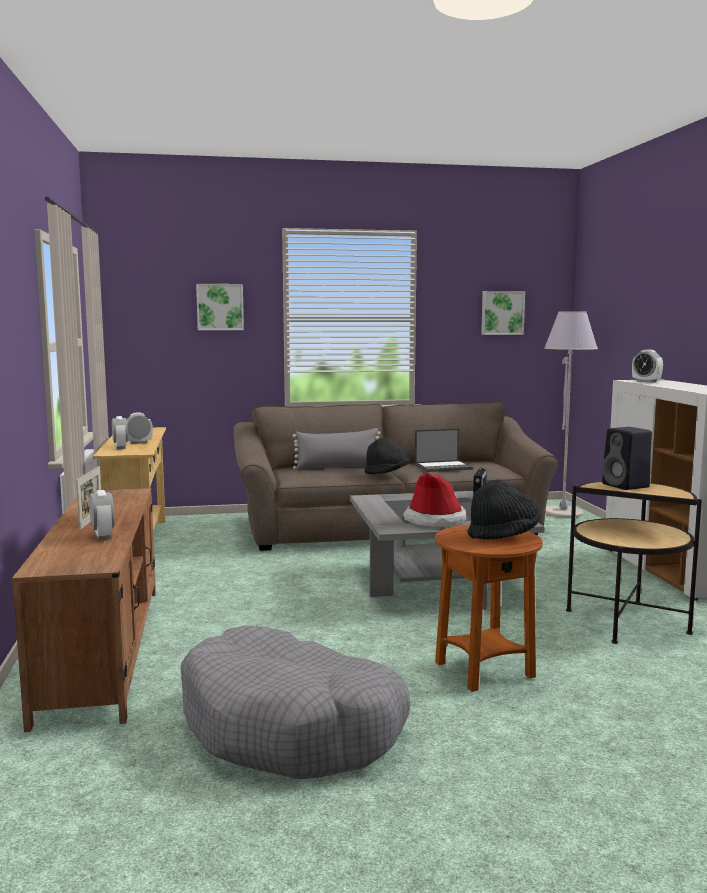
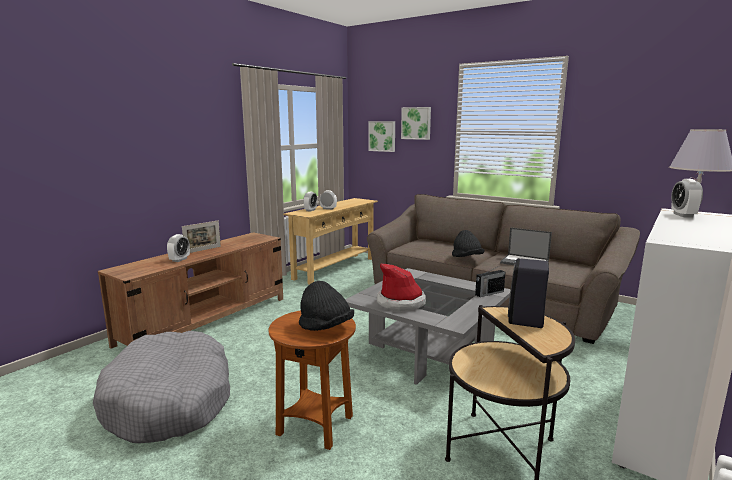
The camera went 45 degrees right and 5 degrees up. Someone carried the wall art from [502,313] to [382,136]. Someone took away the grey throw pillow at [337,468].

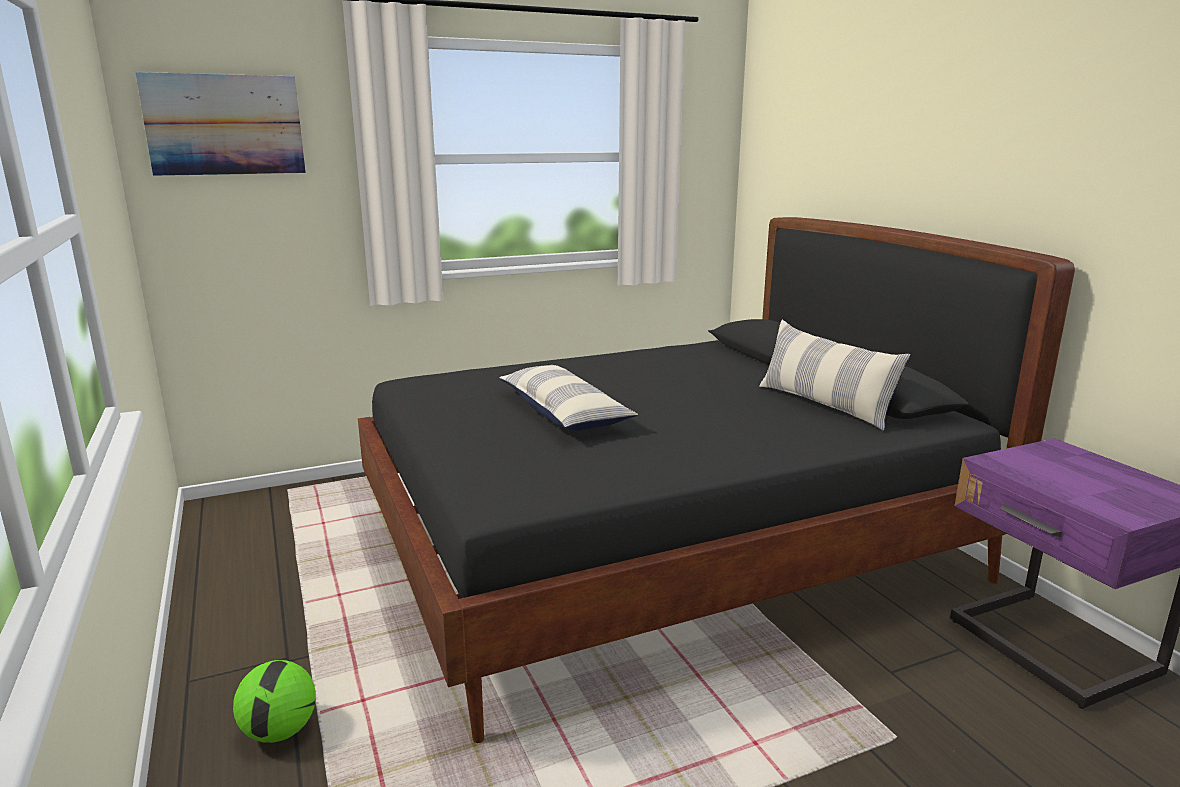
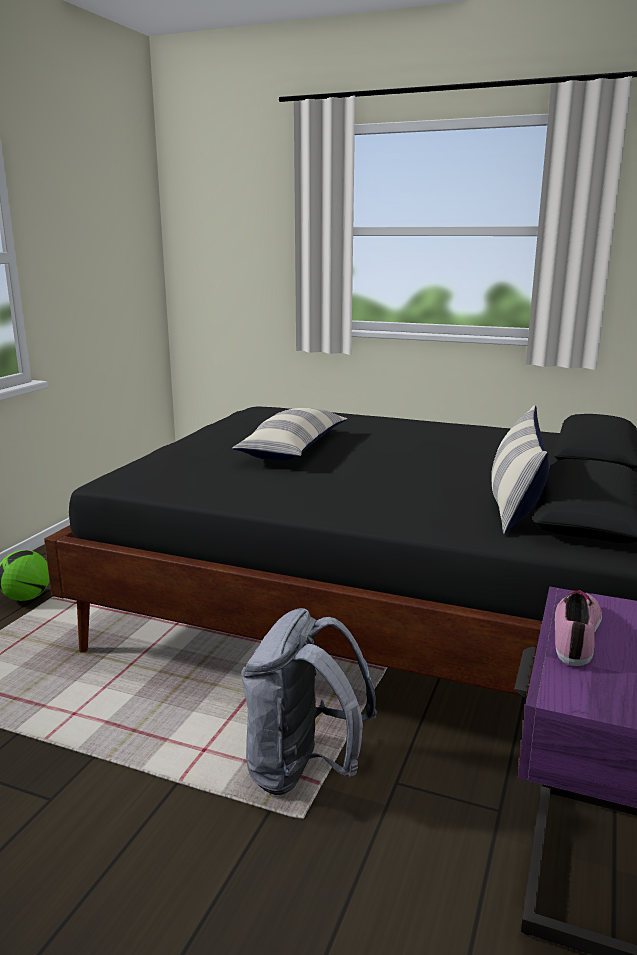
The camera went 45 degrees right and 0 degrees up. Someone put down the grey backpack at [303,770]. Someone put down the shoe at [577,634]. Someone took away the wall art at [225,125].

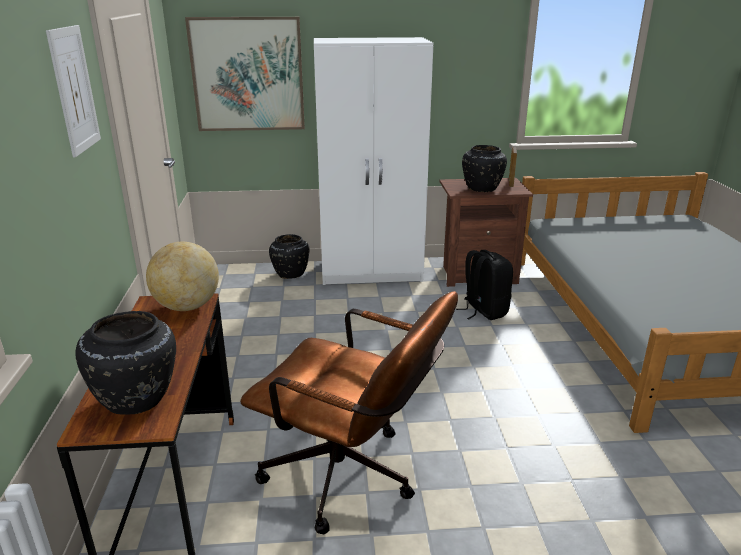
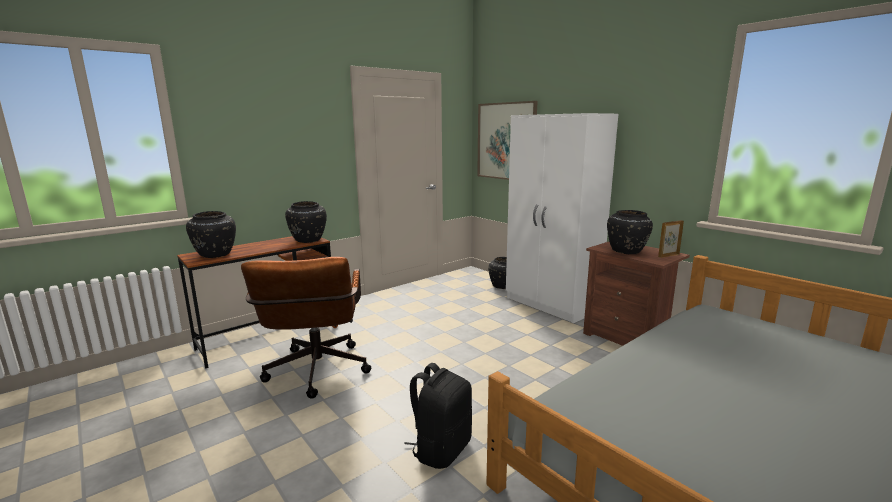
The camera went 55 degrees right and 10 degrees down. Someone swapped the globe at [187,307] for the black decorative vase at [308,240]. Someone carried the black backpack from [483,311] to [441,449]. Someone took away the wall art at [74,90].

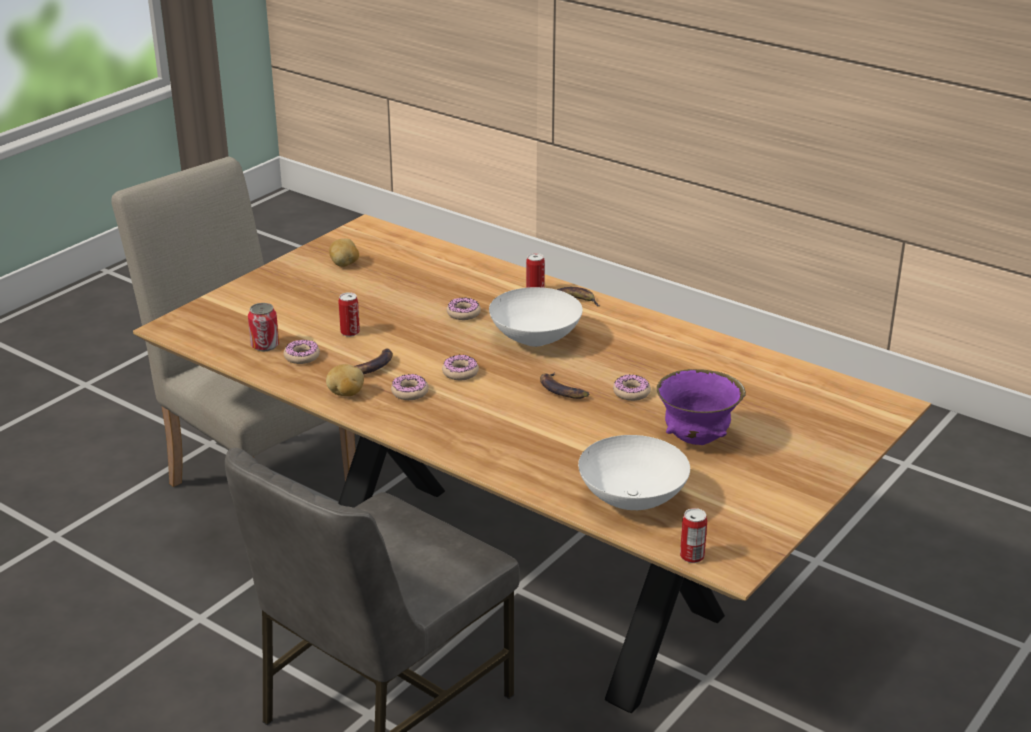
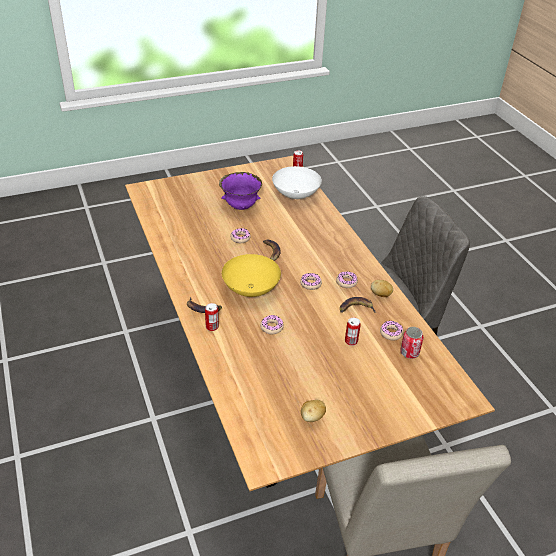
The camera went 150 degrees left and 10 degrees up. Someone repainted the white deep dish at [535,338], which became the yellow deep dish at [250,290].

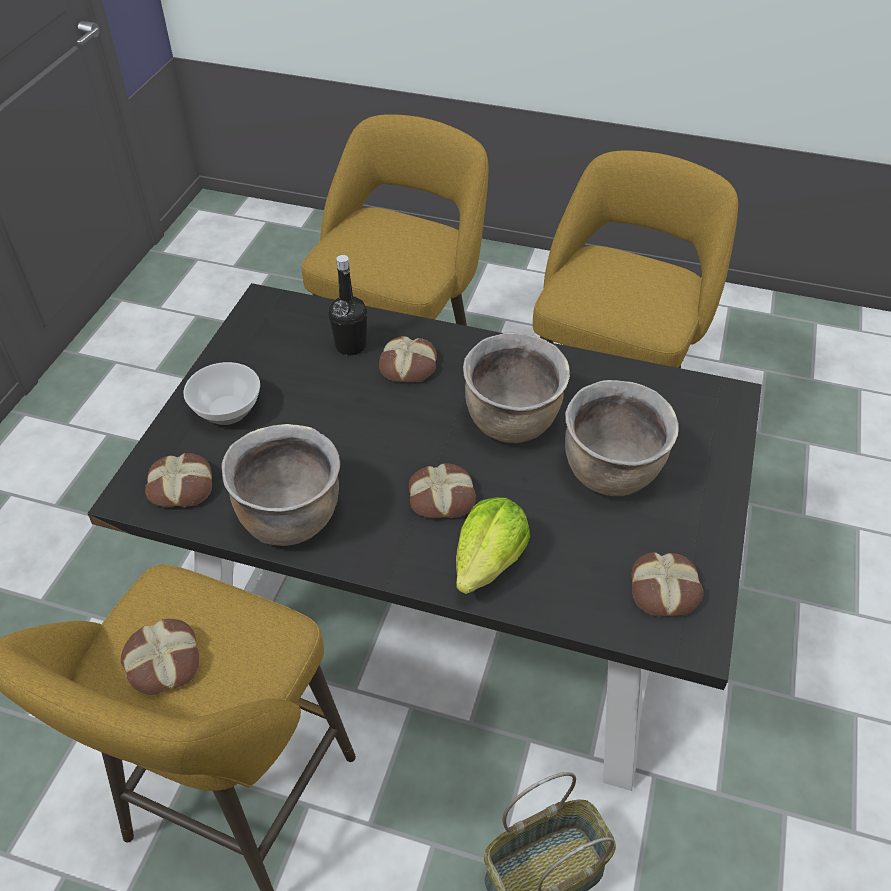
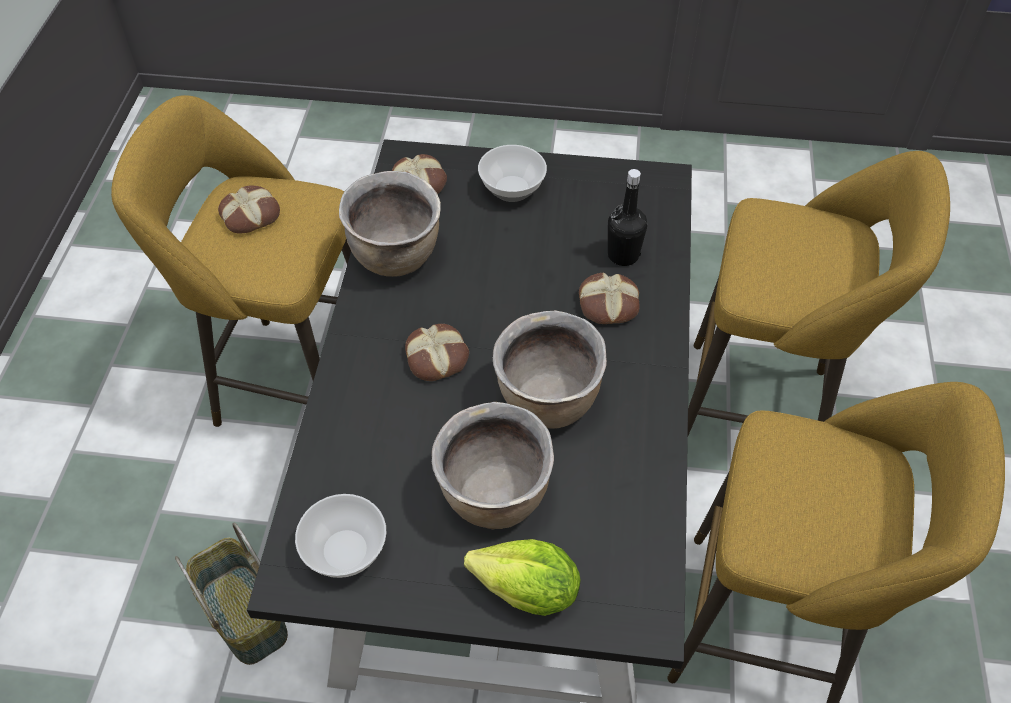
The camera went 80 degrees right and 5 degrees up. Someone swapped the bread at [665,590] for the deep dish at [346,552]. Someone carried the lettuce from [489,562] to [527,592].

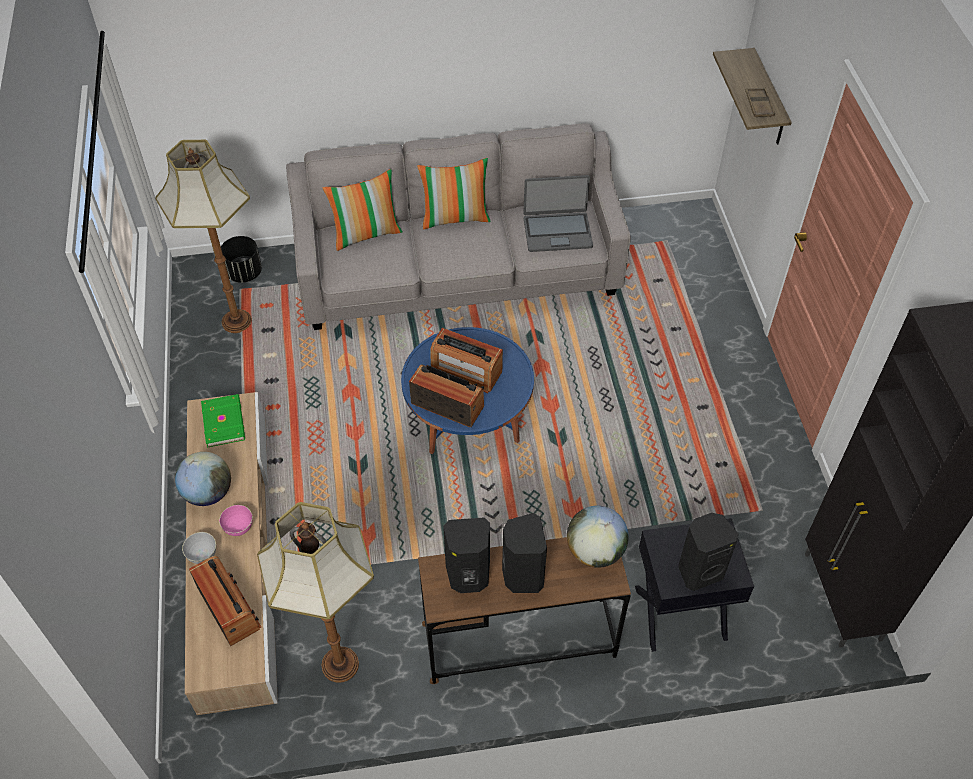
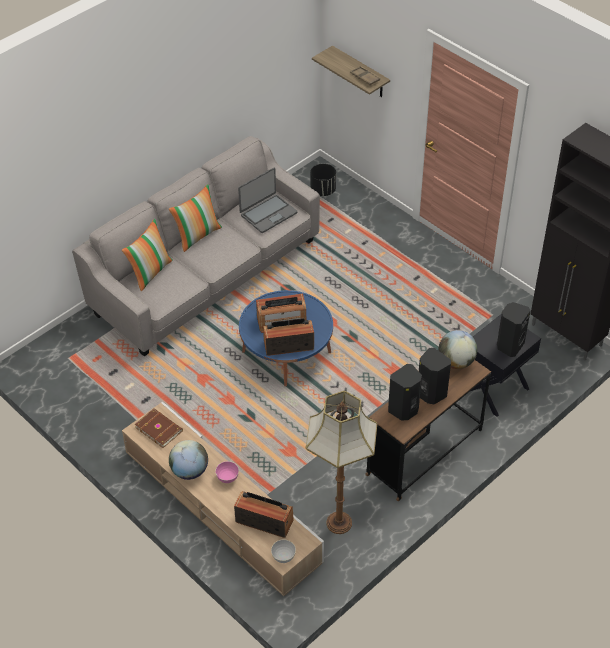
The camera went 35 degrees left and 5 degrees down. Someone repainted the green-coloured book at [224,422], which became the brown book at [159,428]. Someone carried the grey deep dish from [202,555] to [283,557]. Someone carried the black planter from [245,273] to [323,190]. Someone took away the standard lamp at [235,321].

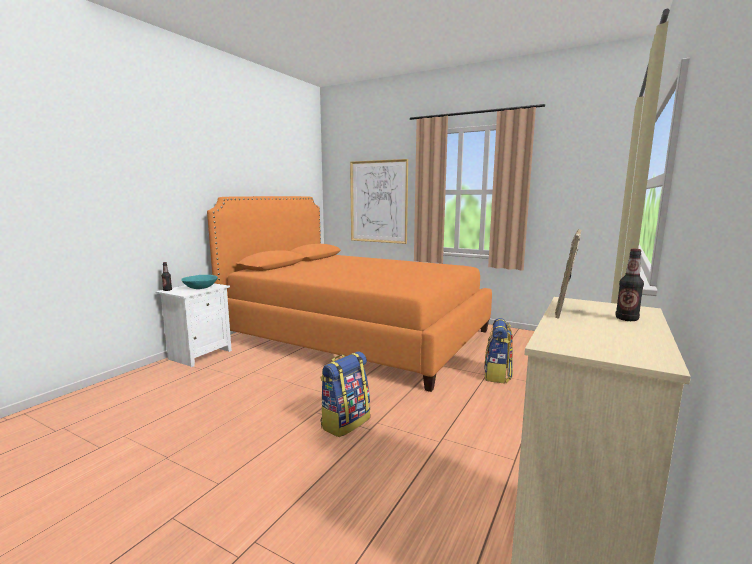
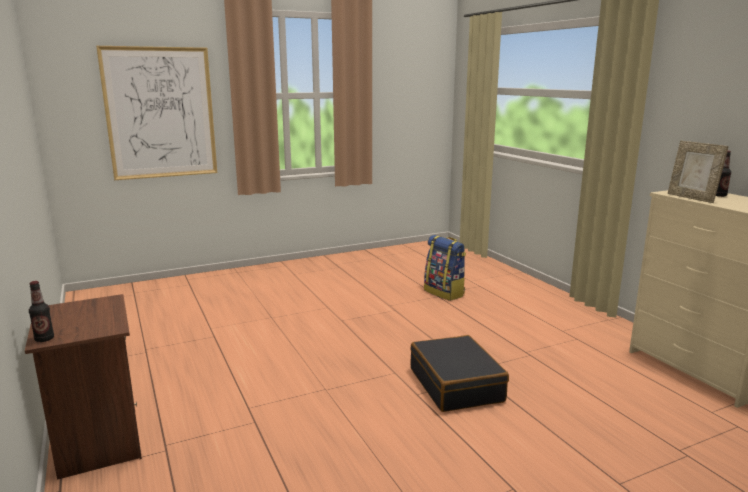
The camera went 55 degrees left and 5 degrees up. Someone repainted the white bedside table at [199,355], which became the brown bedside table at [97,442]. Someone swapped the backpack at [345,422] for the black piece of luggage at [456,385]. Someone took away the turquoise-coloured deep dish at [200,288]. Someone took away the orange sleeping bed at [357,335].

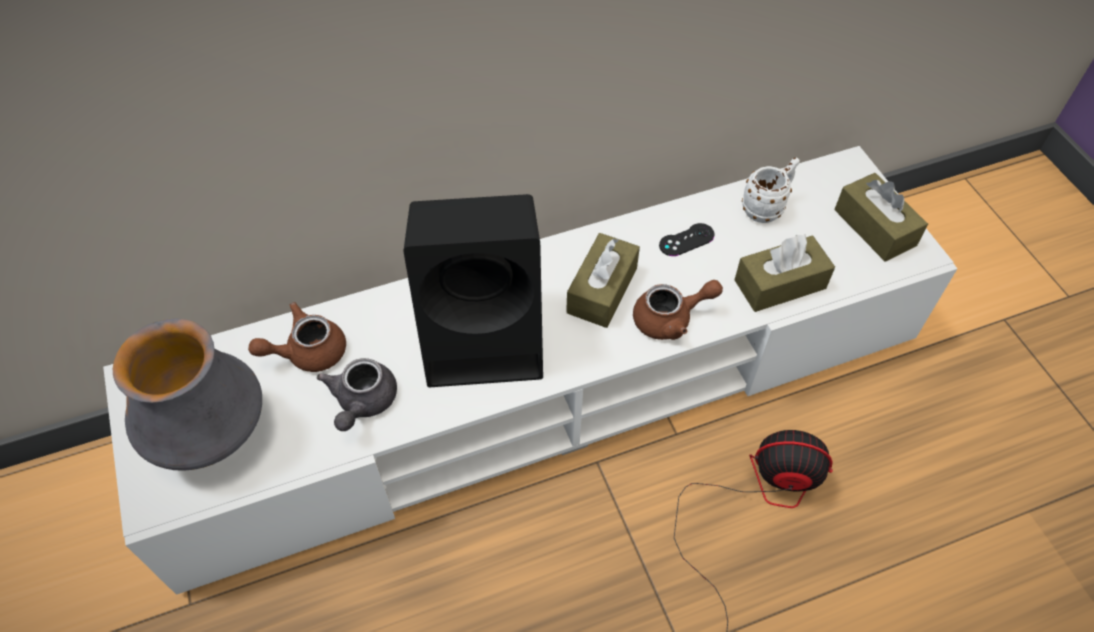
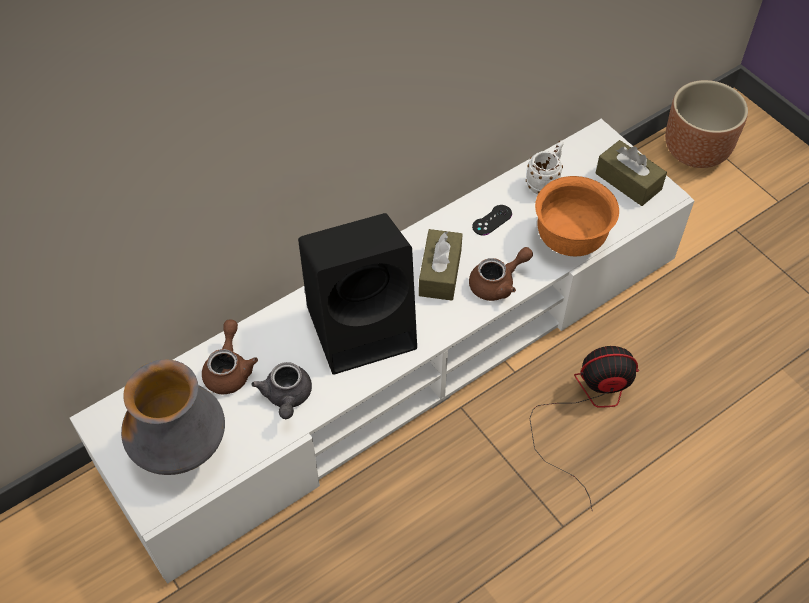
The camera went 15 degrees left and 0 degrees up. Someone rotated the brown teapot at [307,352] by 135 degrees clockwise. Someone swapped the brown box of tissues at [780,284] for the orange deep dish at [570,239]. Someone put down the brown planter at [696,151].

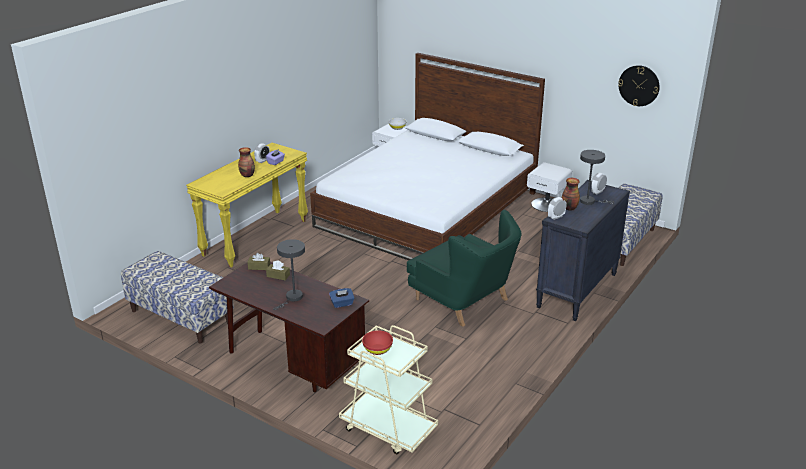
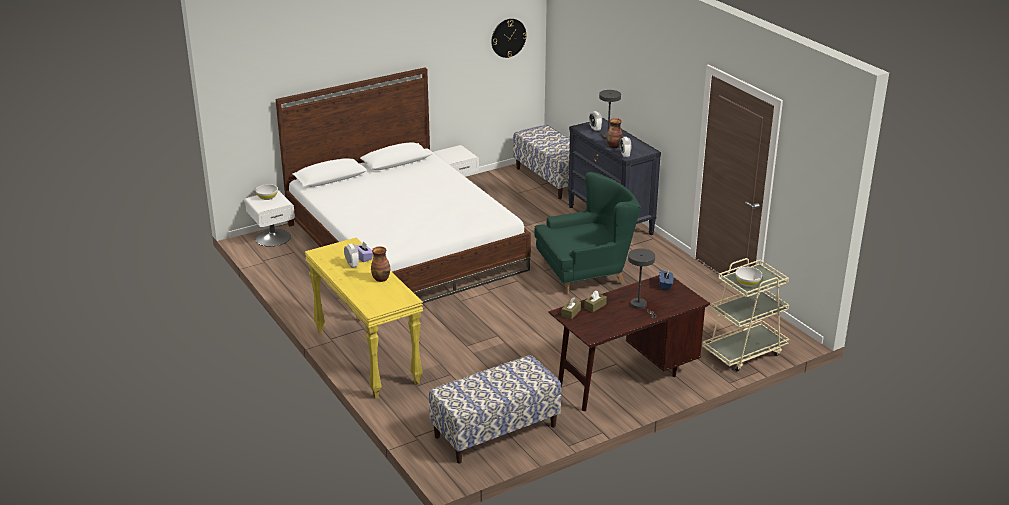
The camera went 65 degrees left and 0 degrees up. Someone repainted the red-coloured deep dish at [377,350], which became the white deep dish at [747,283].

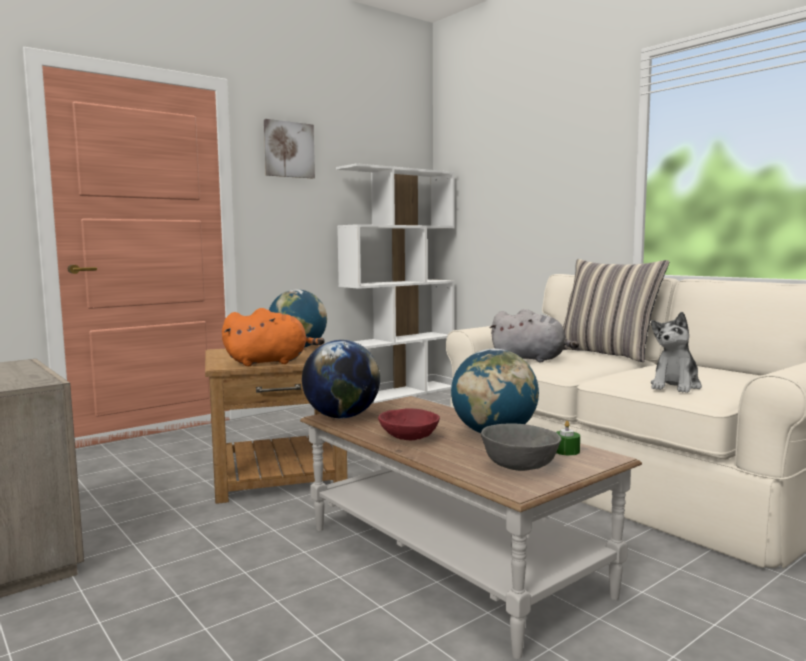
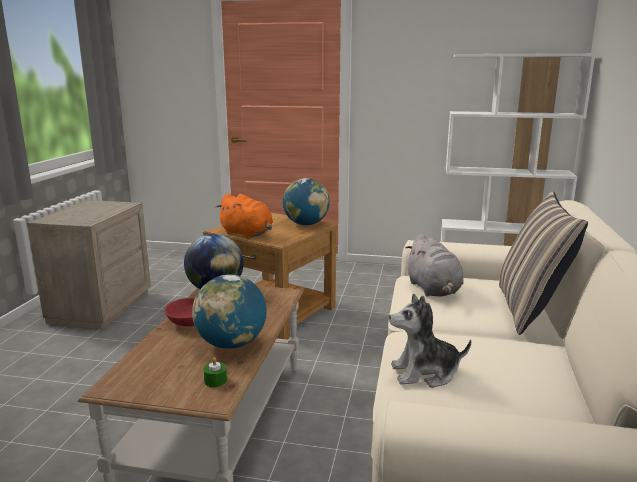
The camera went 50 degrees right and 10 degrees up. Someone took away the wall art at [288,149]. Someone took away the grey deep dish at [520,465].

